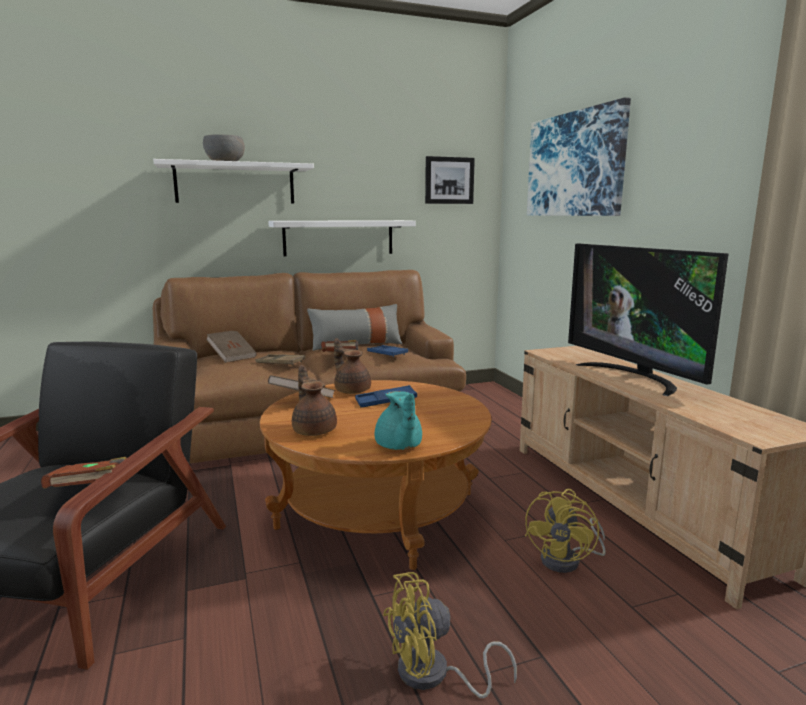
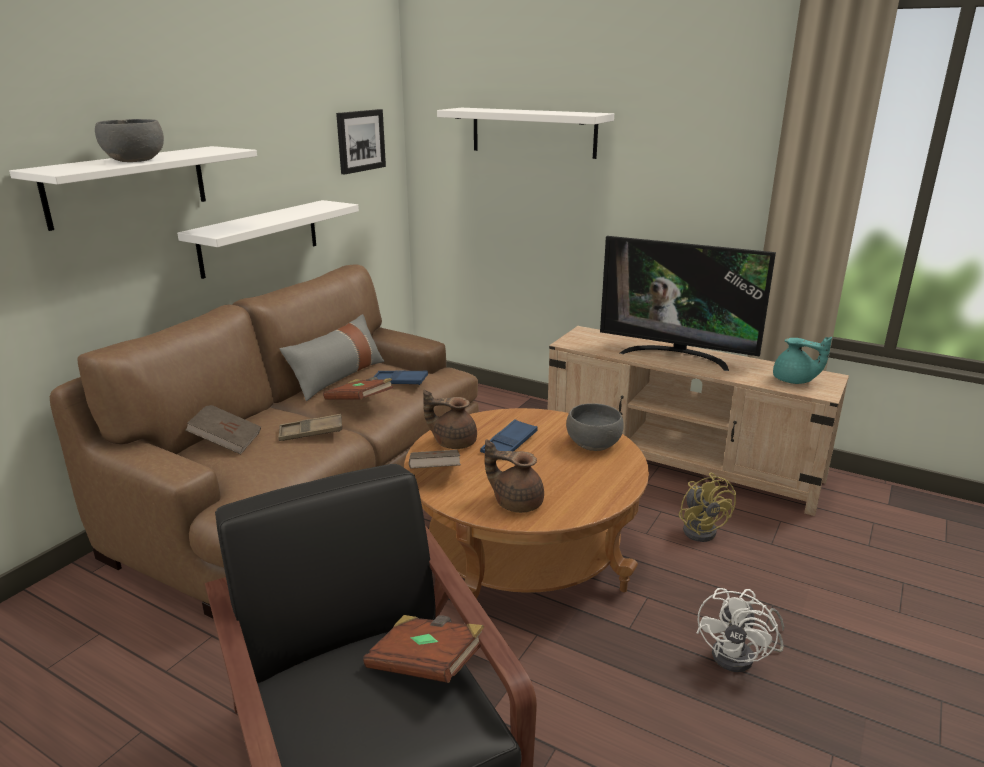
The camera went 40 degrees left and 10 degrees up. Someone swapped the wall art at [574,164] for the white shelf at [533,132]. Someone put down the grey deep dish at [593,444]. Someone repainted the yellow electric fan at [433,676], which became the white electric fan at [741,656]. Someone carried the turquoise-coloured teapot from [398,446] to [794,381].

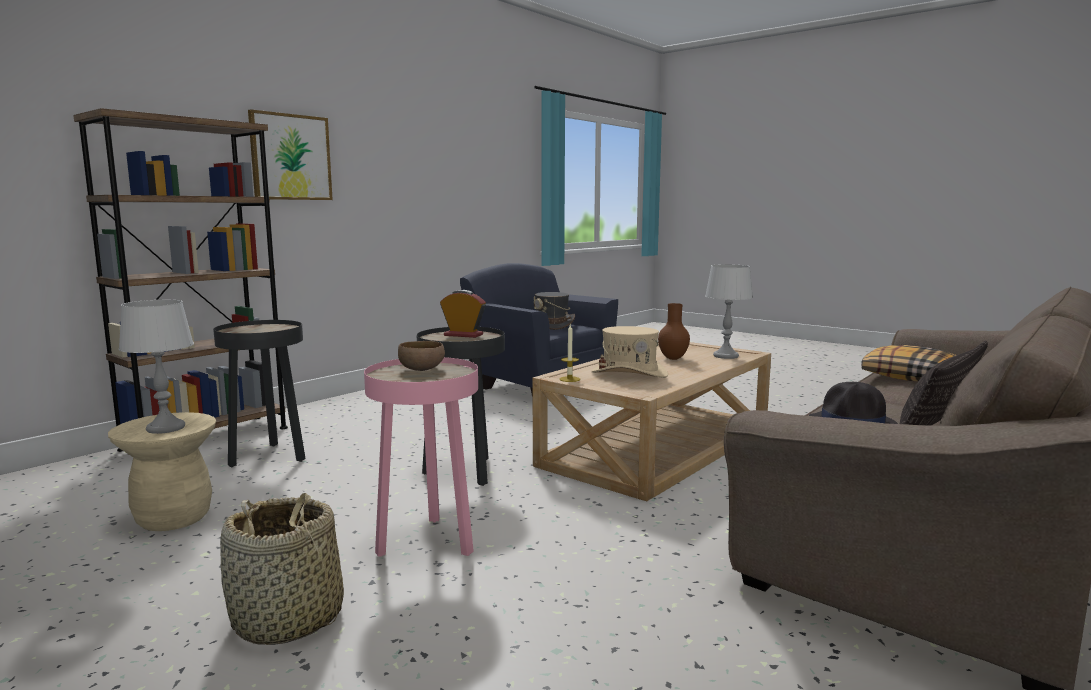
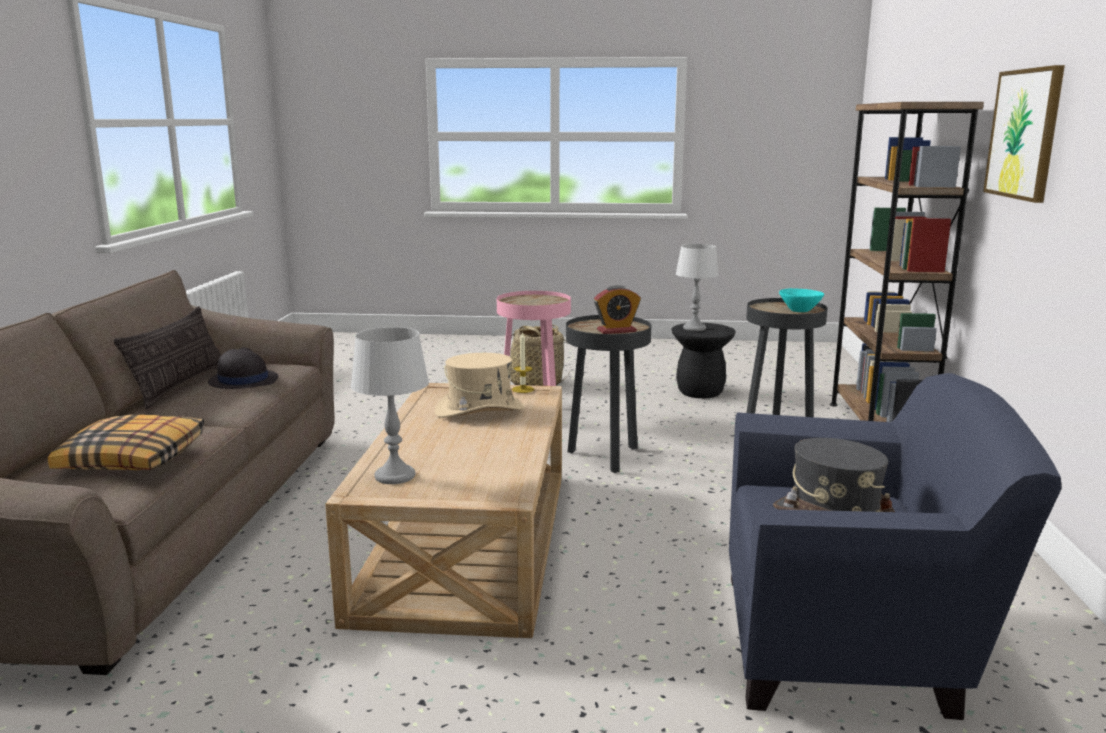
The camera went 145 degrees right and 5 degrees up. Someone repainted the beige-coloured stool seat at [173,518], which became the black stool seat at [700,392]. Someone put down the turquoise-coloured deep dish at [800,310]. Someone took away the brown deep dish at [422,369]. Someone took away the brown decorative vase at [672,358].

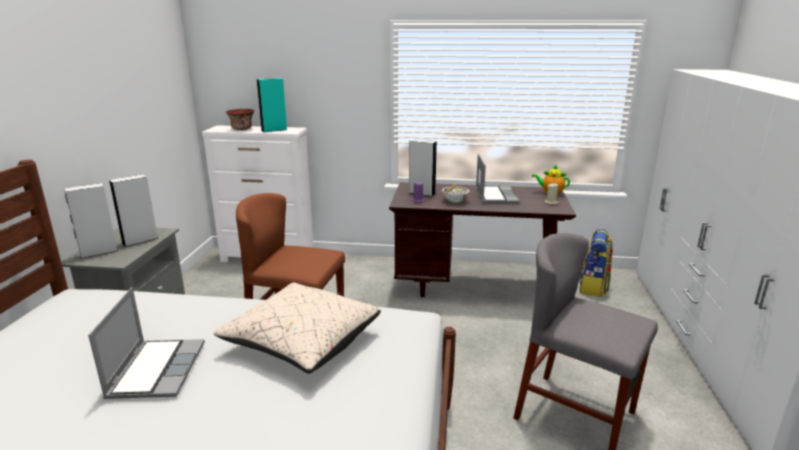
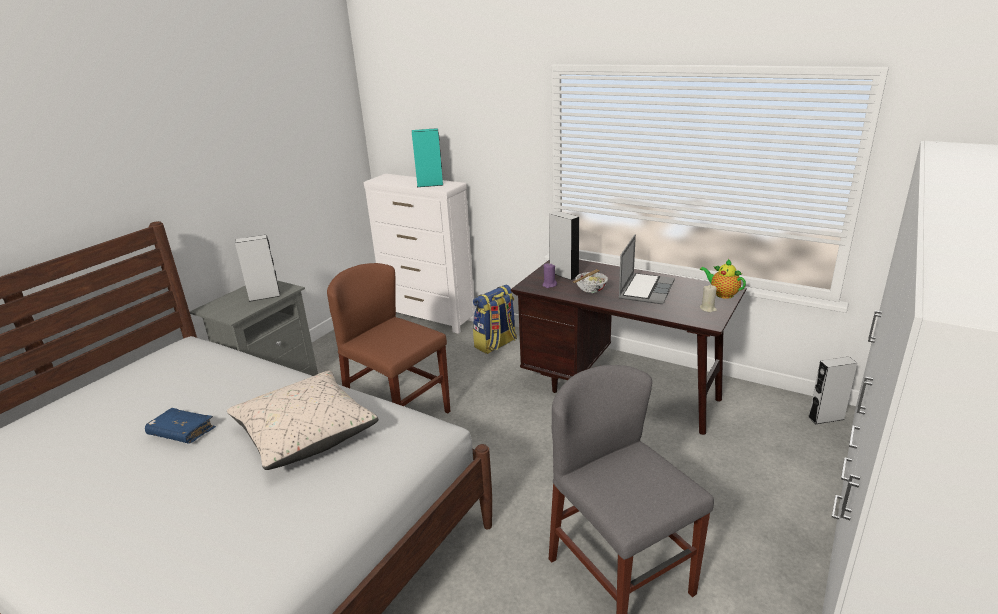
The camera went 25 degrees right and 5 degrees up. Someone swapped the laptop at [156,369] for the blue book at [182,433]. Someone carried the backpack from [593,287] to [496,344]. Someone carried the grey audio speaker from [99,252] to [826,418]. Someone took away the deep dish at [242,129].

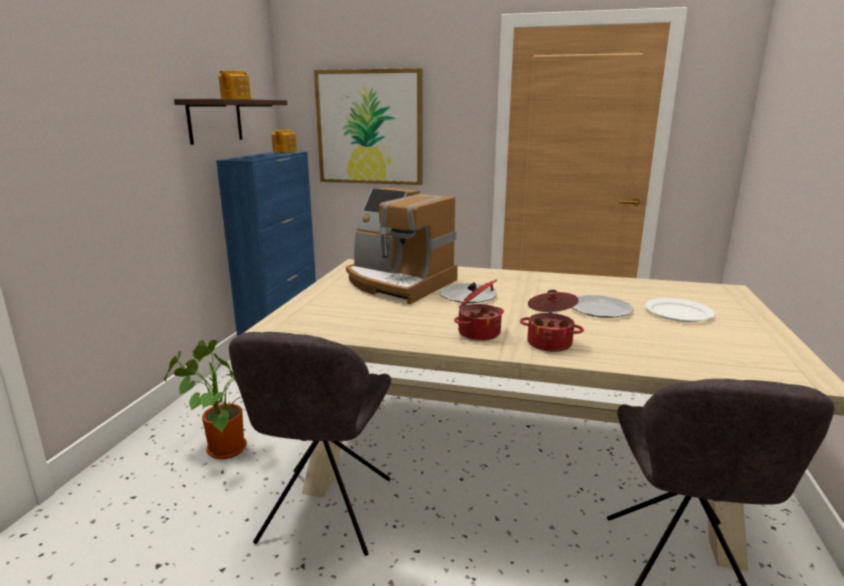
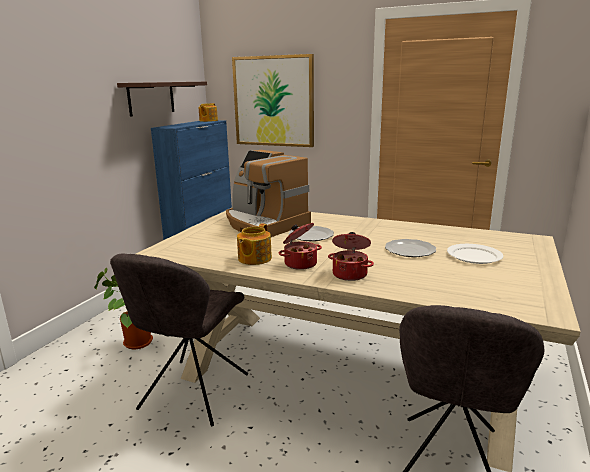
The camera went 10 degrees right and 0 degrees up. Someone carried the teapot from [235,99] to [254,259].

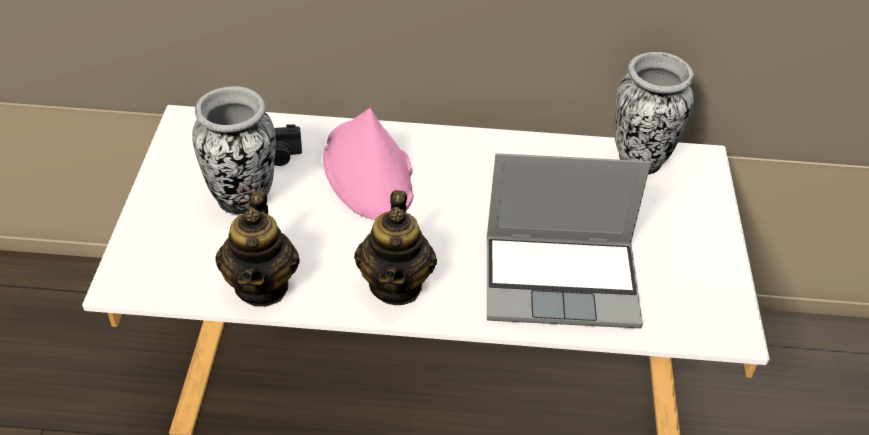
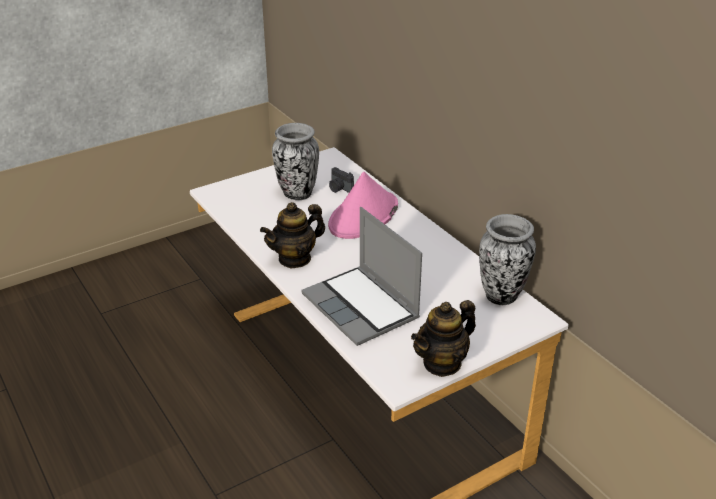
The camera went 55 degrees right and 10 degrees down. Someone carried the teapot from [262,286] to [442,363].

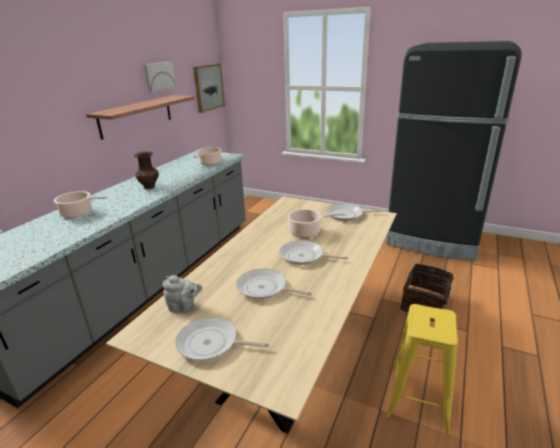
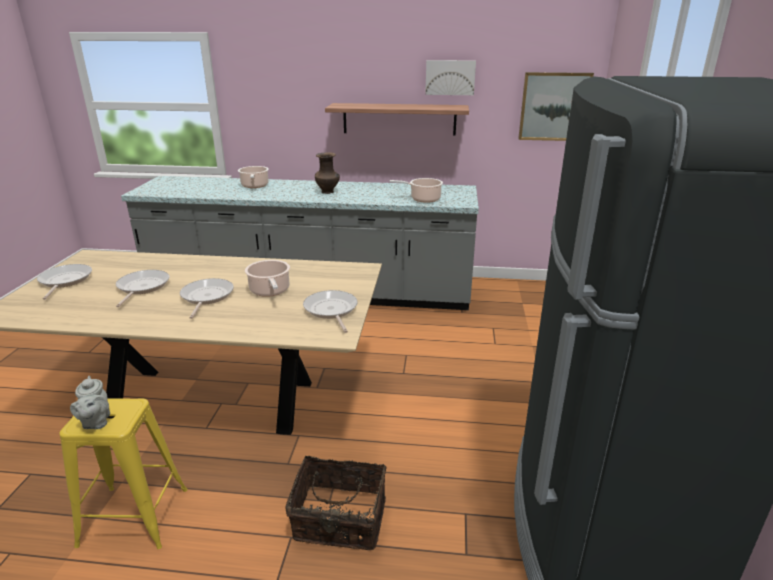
The camera went 70 degrees right and 0 degrees up. Someone carried the grey teapot from [183,307] to [96,422].

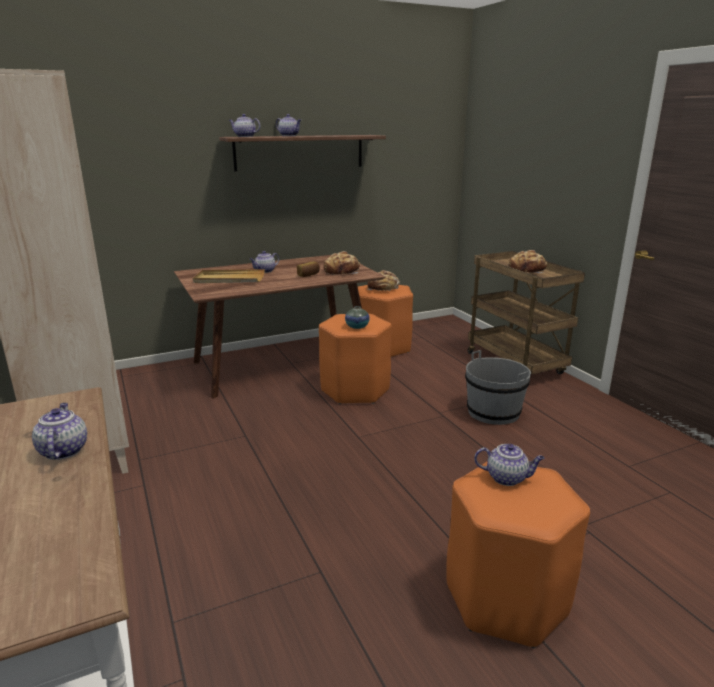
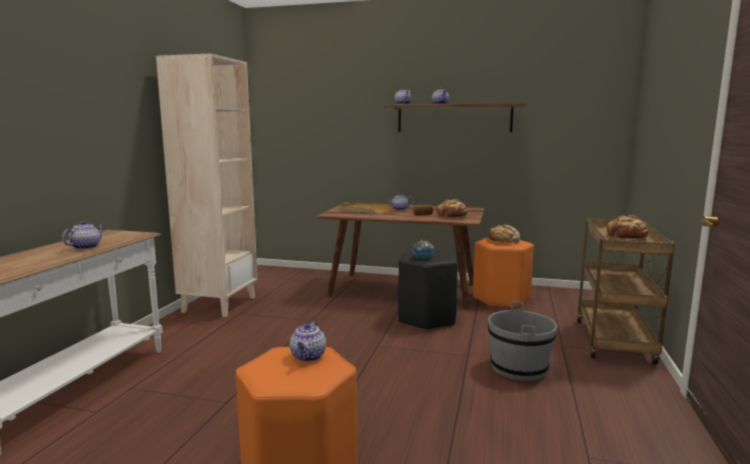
The camera went 40 degrees right and 10 degrees down. Someone rotated the teapot at [507,478] by 45 degrees clockwise. Someone repainted the orange stool seat at [355,390], which became the black stool seat at [426,318].

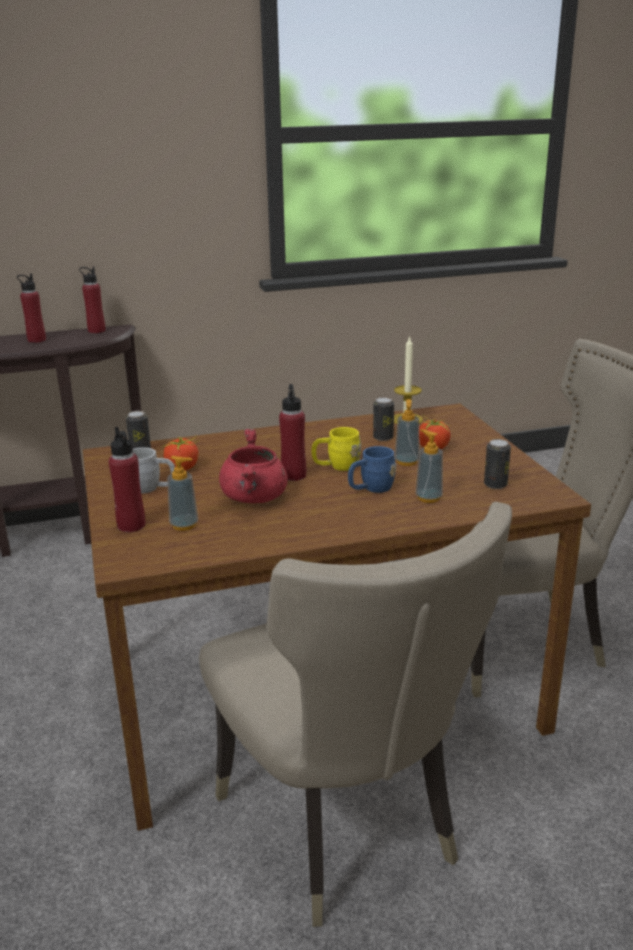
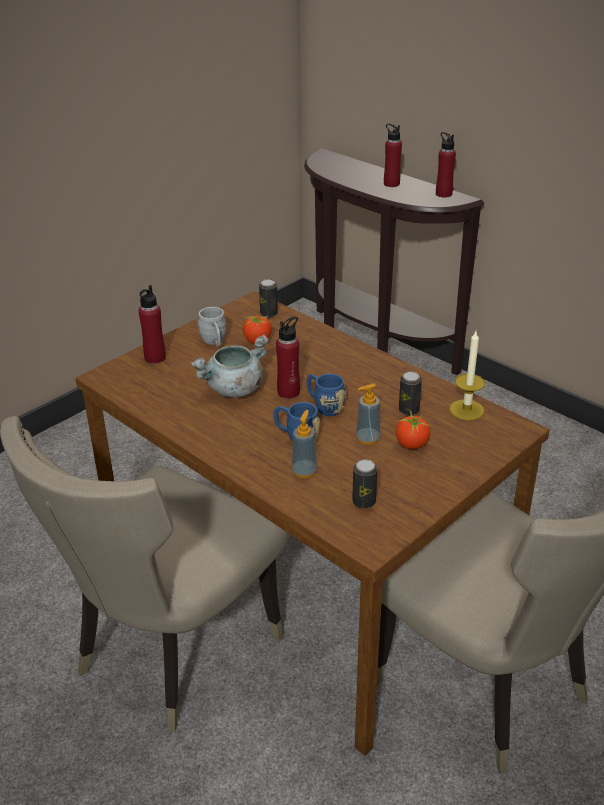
The camera went 60 degrees right and 10 degrees up. Someone repainted the red-coloured saucepot at [255,498], which became the grey saucepot at [234,389]. Someone repainted the yellow mug at [336,466], which became the blue mug at [324,406]. Someone took away the soap dispenser at [184,525].

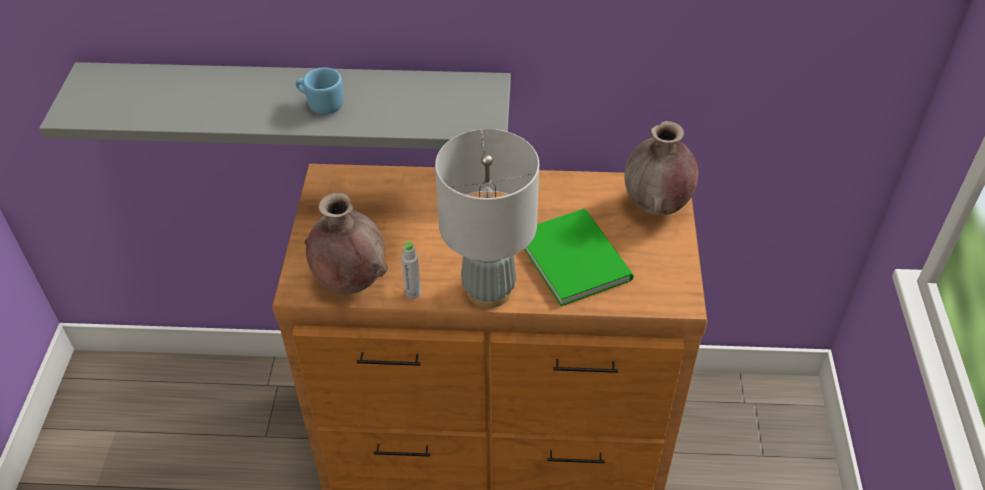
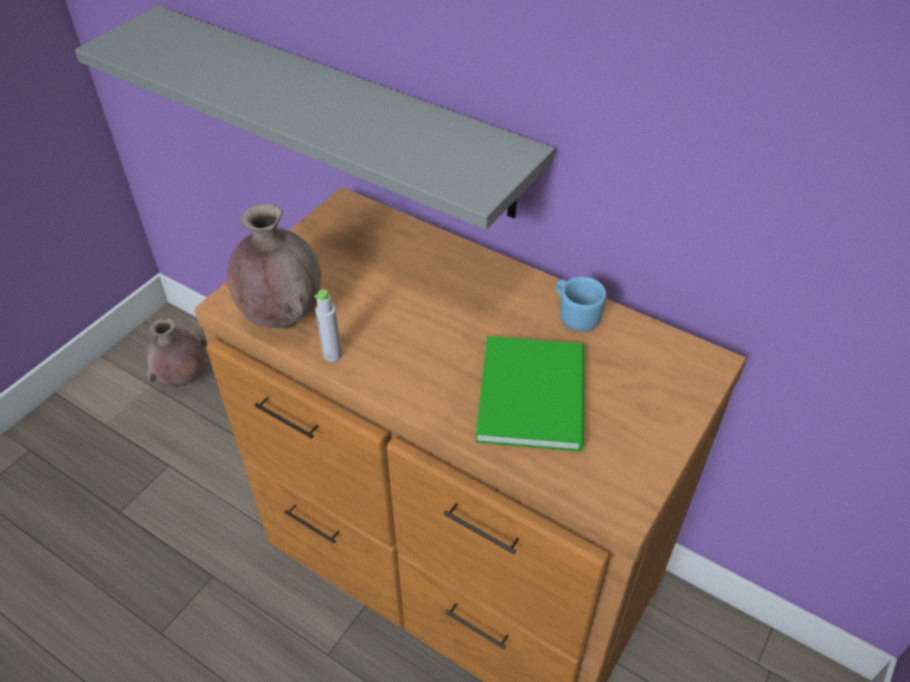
The camera went 30 degrees right and 0 degrees up. Someone carried the brown decorative vase from [656,206] to [183,378]. Someone carried the blue mug from [321,104] to [575,315]. Someone took away the grey lamp for a table at [489,291].

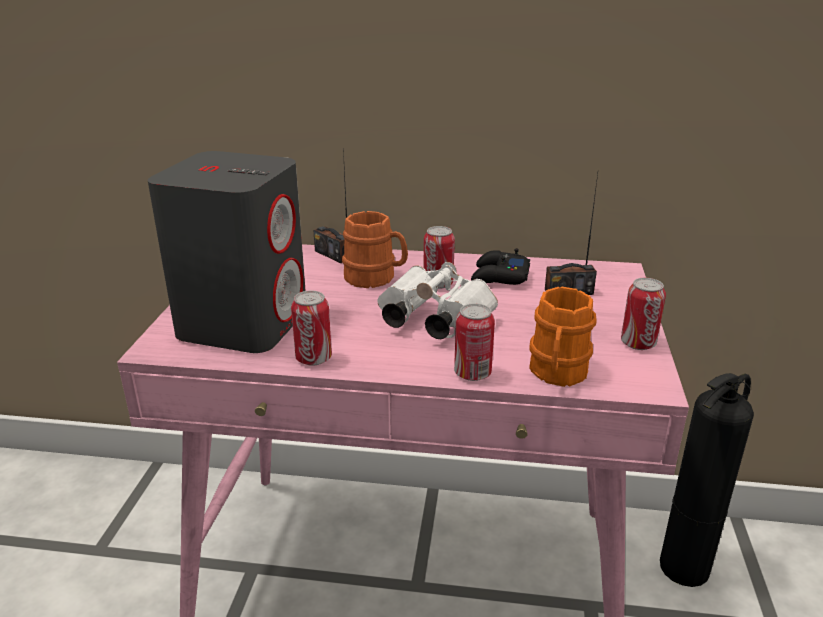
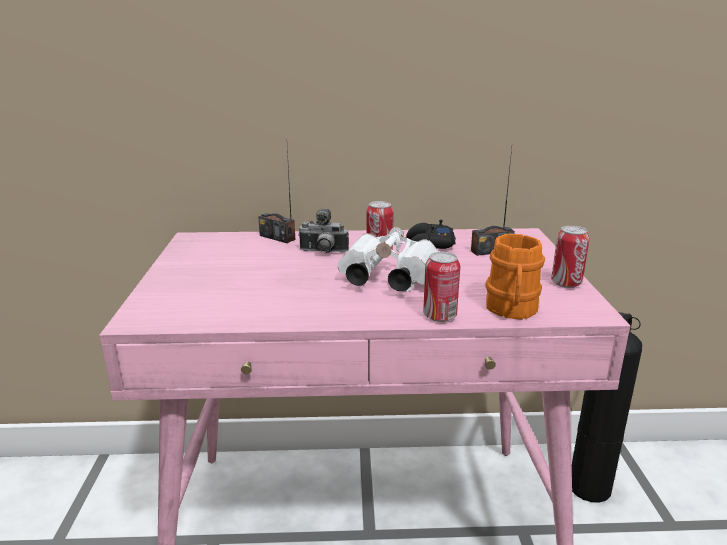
The camera went 10 degrees left and 5 degrees down. Someone swapped the orange mug at [376,278] for the still camera at [323,252]. Someone took away the grey audio speaker at [244,323]. Someone took away the metal can at [313,358].

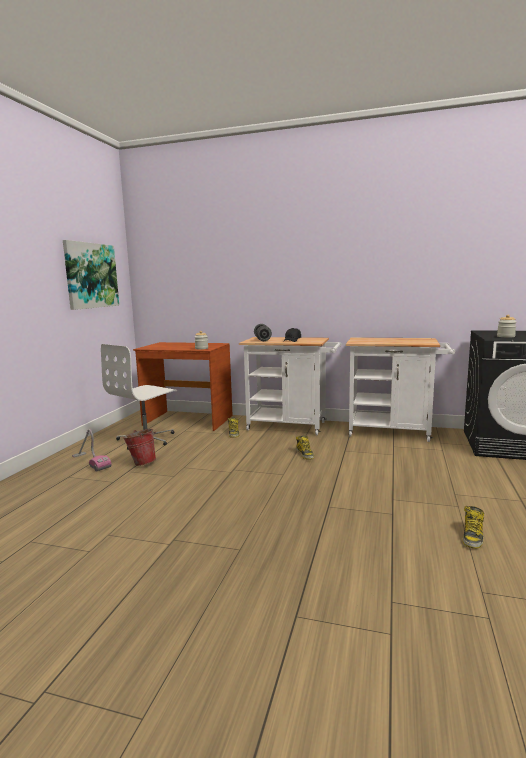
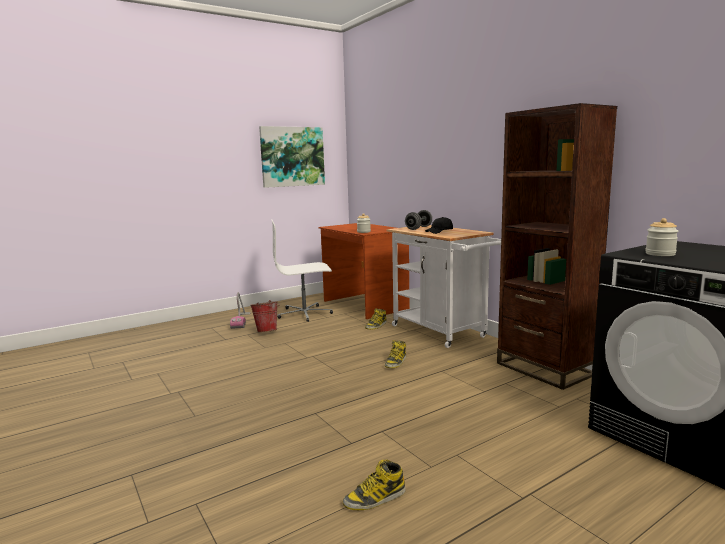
The camera went 40 degrees right and 0 degrees up. Someone swapped the white cart at [395,432] for the brown bookshelf at [544,369].

